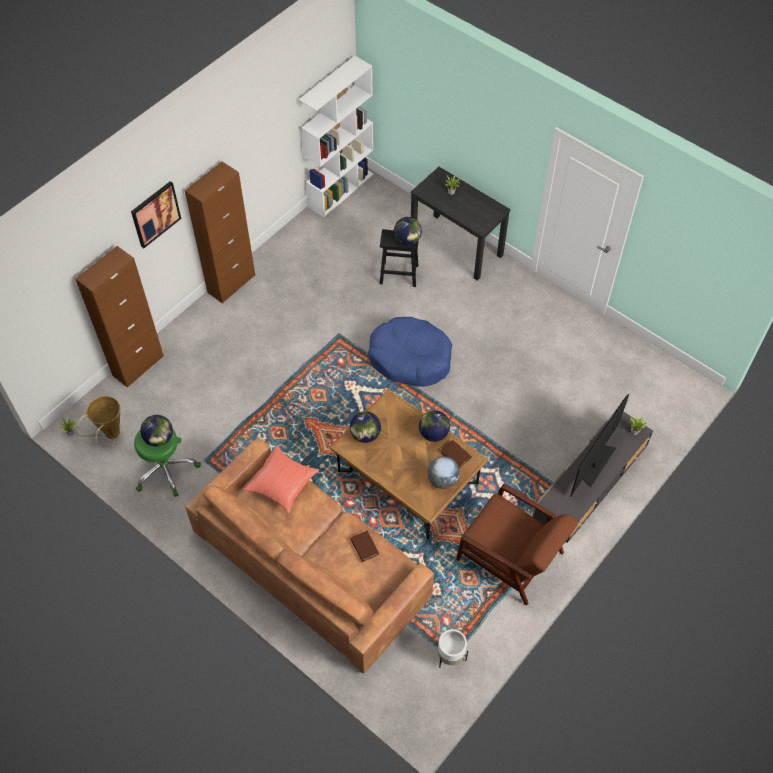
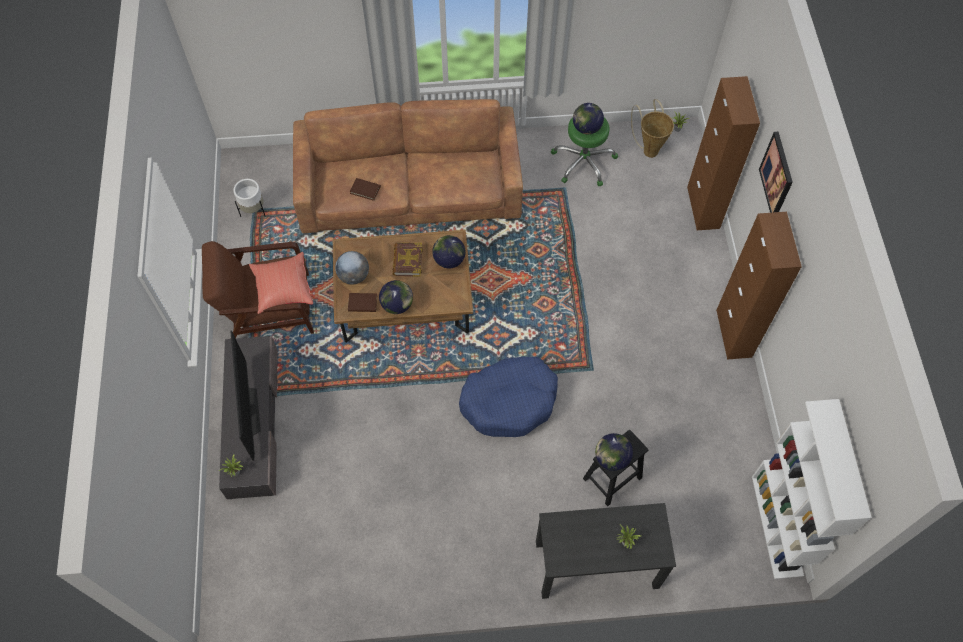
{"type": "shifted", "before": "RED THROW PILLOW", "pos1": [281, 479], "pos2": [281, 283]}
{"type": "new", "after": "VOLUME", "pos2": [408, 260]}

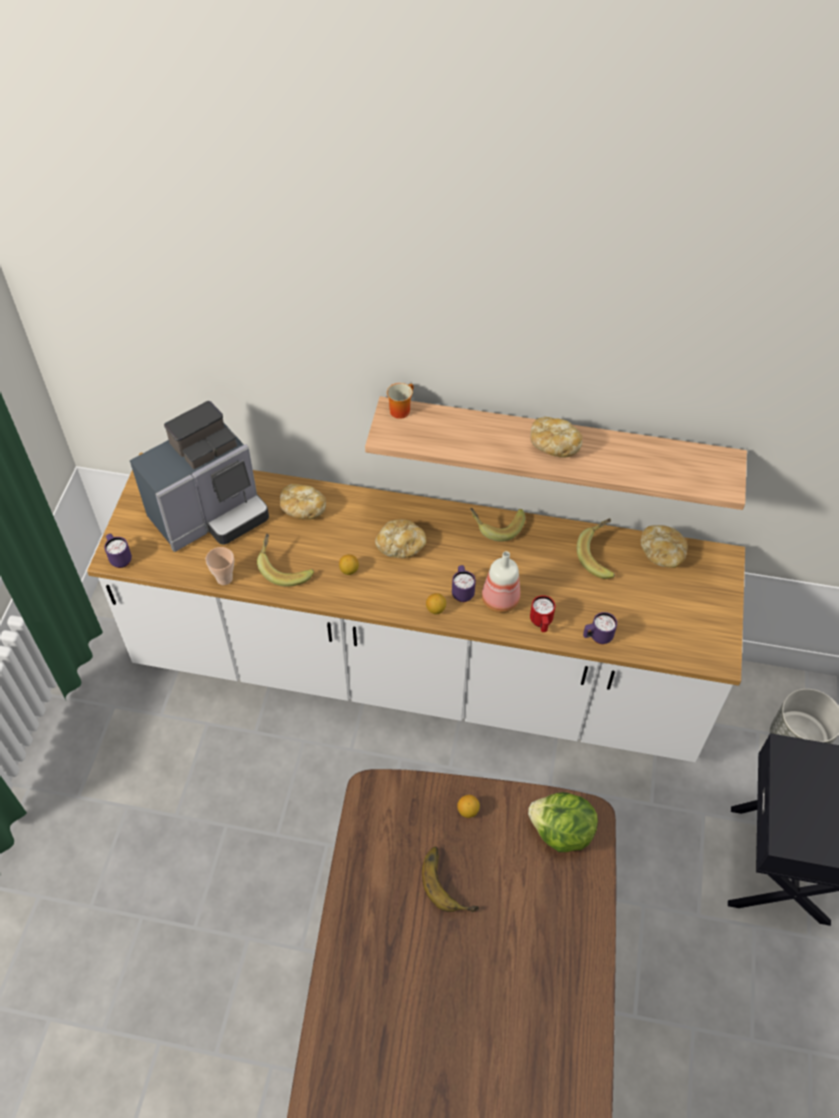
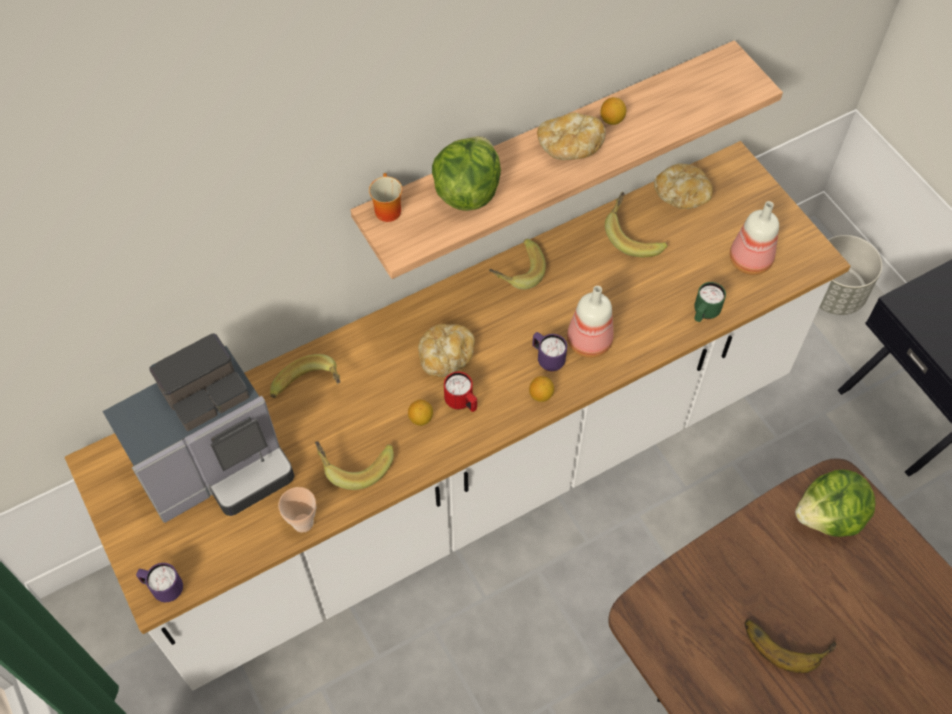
{"type": "rotated", "before": "COFFEE MAKER", "pos1": [199, 476], "pos2": [198, 428], "turn": 45}
{"type": "swapped", "before": "BAKED BREAD", "after": "BANANA", "pos1": [303, 502], "pos2": [305, 376]}
{"type": "new", "after": "LETTUCE HEAD", "pos2": [466, 173]}
{"type": "shifted", "before": "RED TEA MUG", "pos1": [542, 613], "pos2": [460, 392]}
{"type": "shifted", "before": "LEMON", "pos1": [468, 806], "pos2": [613, 111]}
{"type": "repainted", "before": "PURPLE TEA MUG", "after": "GREEN TEA MUG", "pos1": [600, 628], "pos2": [710, 302]}
{"type": "new", "after": "DRINK BOTTLE", "pos2": [754, 238]}

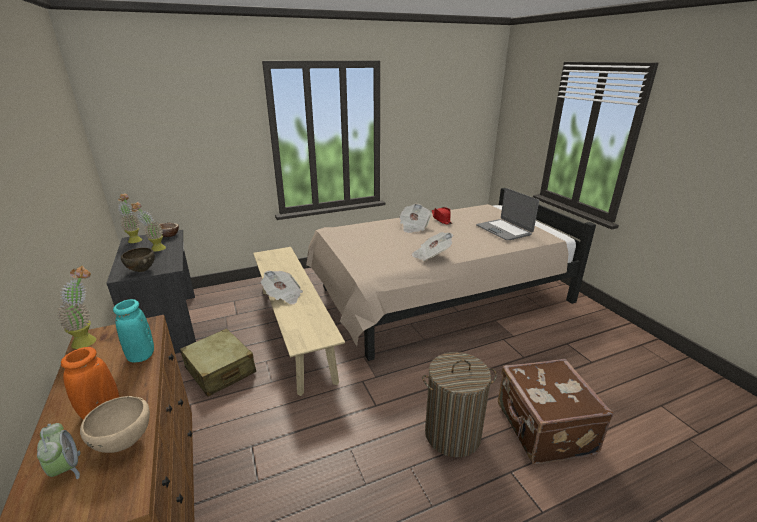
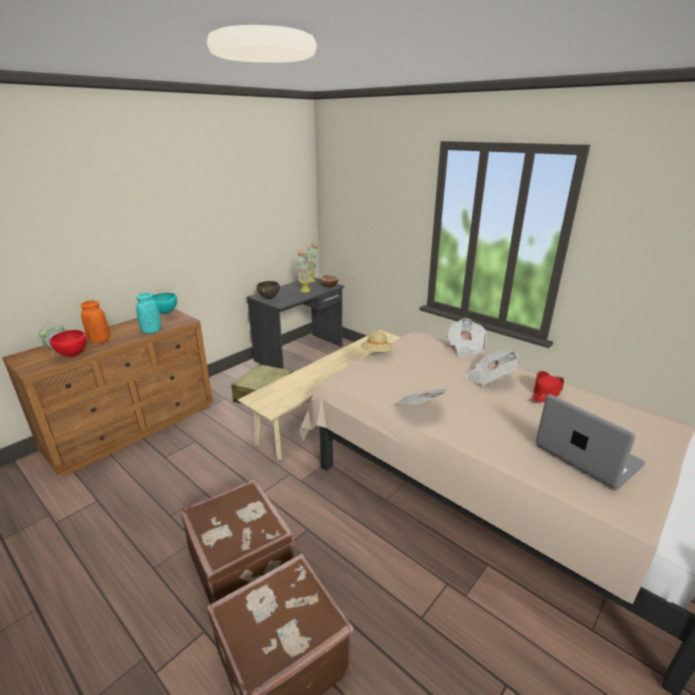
{"type": "repainted", "before": "BEIGE SERVING BOWL", "after": "RED SERVING BOWL", "pos1": [115, 424], "pos2": [68, 343]}
{"type": "swapped", "before": "HOUSEPLANT", "after": "BLUE-GREEN SERVING BOWL", "pos1": [76, 307], "pos2": [165, 303]}
{"type": "swapped", "before": "LAUNDRY BASKET", "after": "BROWN-COLOURED SUITCASE", "pos1": [459, 404], "pos2": [237, 541]}
{"type": "new", "after": "BEIGE WEARABLE HAT", "pos2": [377, 341]}
{"type": "shifted", "before": "DAILY PAPER", "pos1": [282, 288], "pos2": [467, 337]}
{"type": "rotated", "before": "LAPTOP", "pos1": [507, 214], "pos2": [590, 442], "turn": 105}

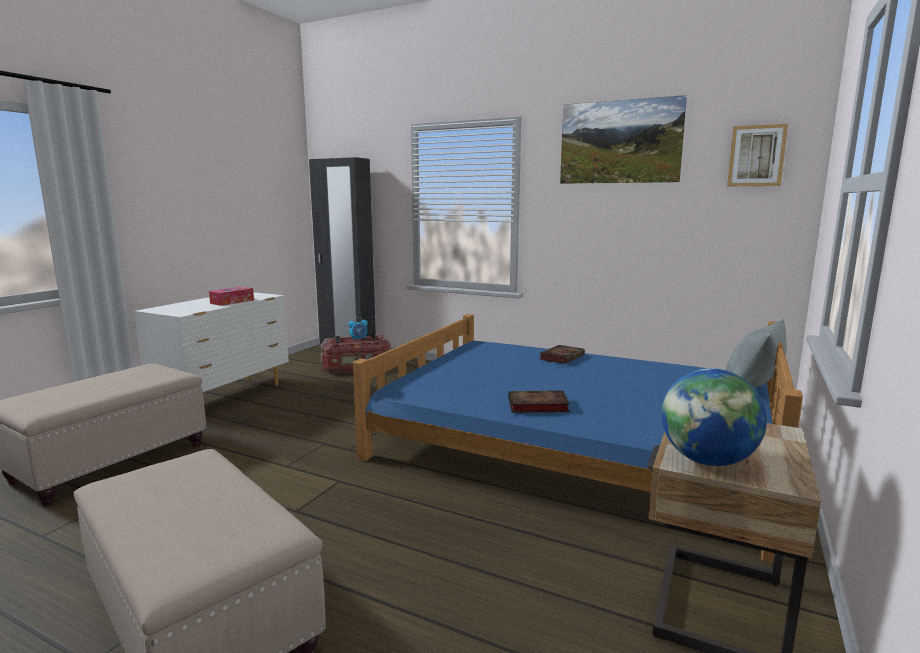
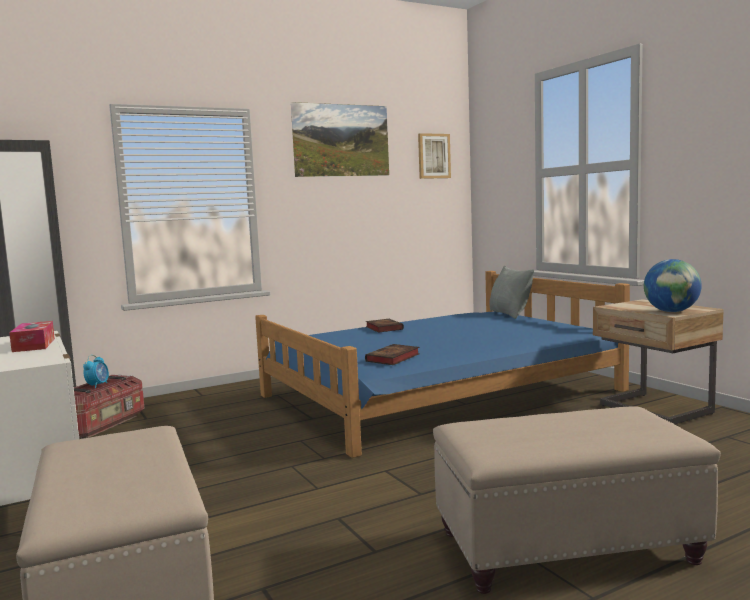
{"type": "shifted", "before": "VOLUME", "pos1": [539, 401], "pos2": [392, 354]}

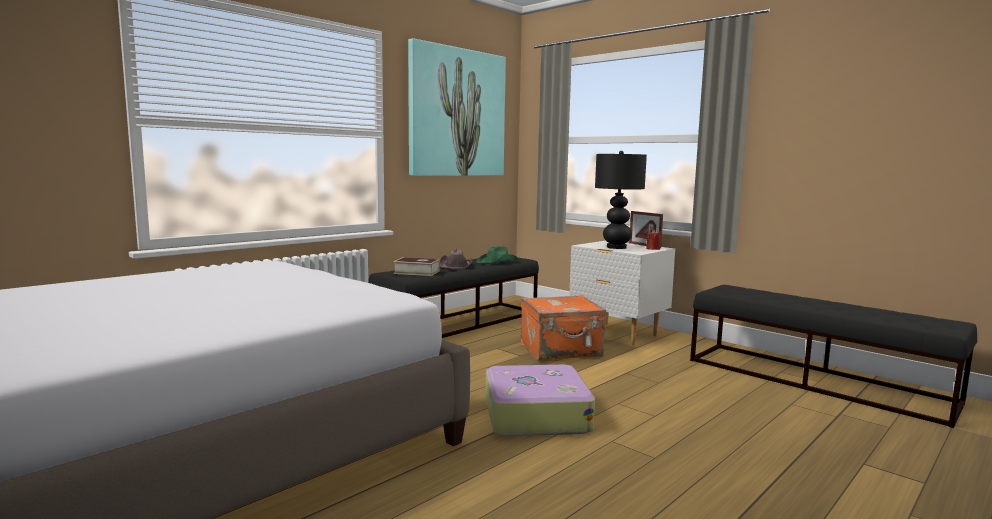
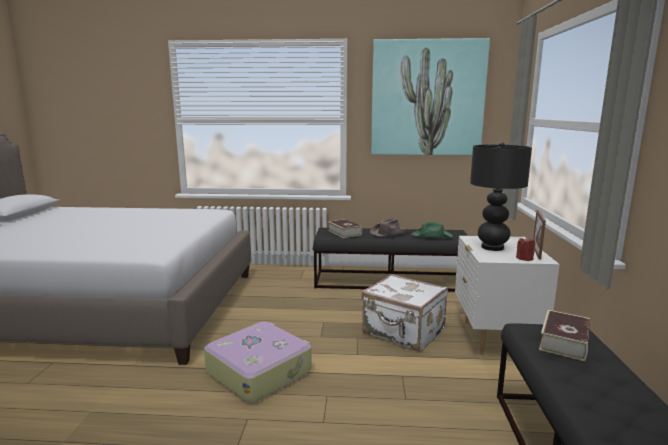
{"type": "repainted", "before": "ORANGE-COLOURED SUITCASE", "after": "WHITE-COLOURED SUITCASE", "pos1": [563, 328], "pos2": [404, 313]}
{"type": "new", "after": "VOLUME", "pos2": [564, 335]}

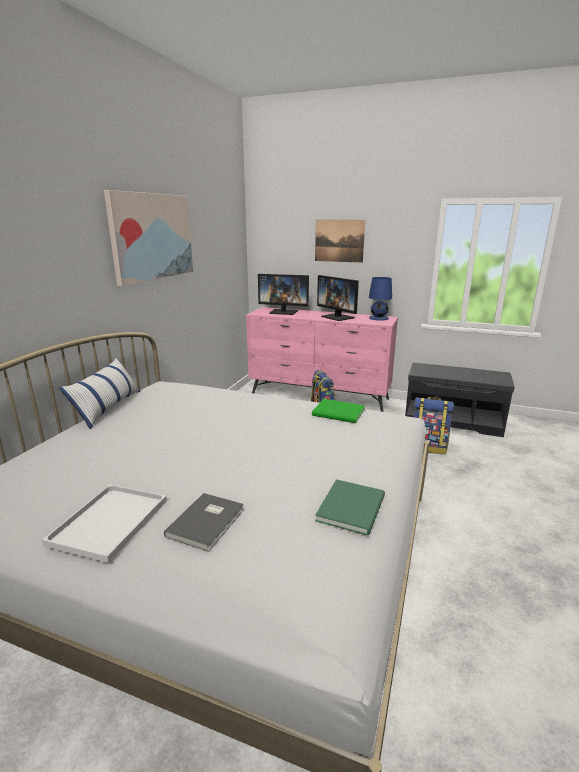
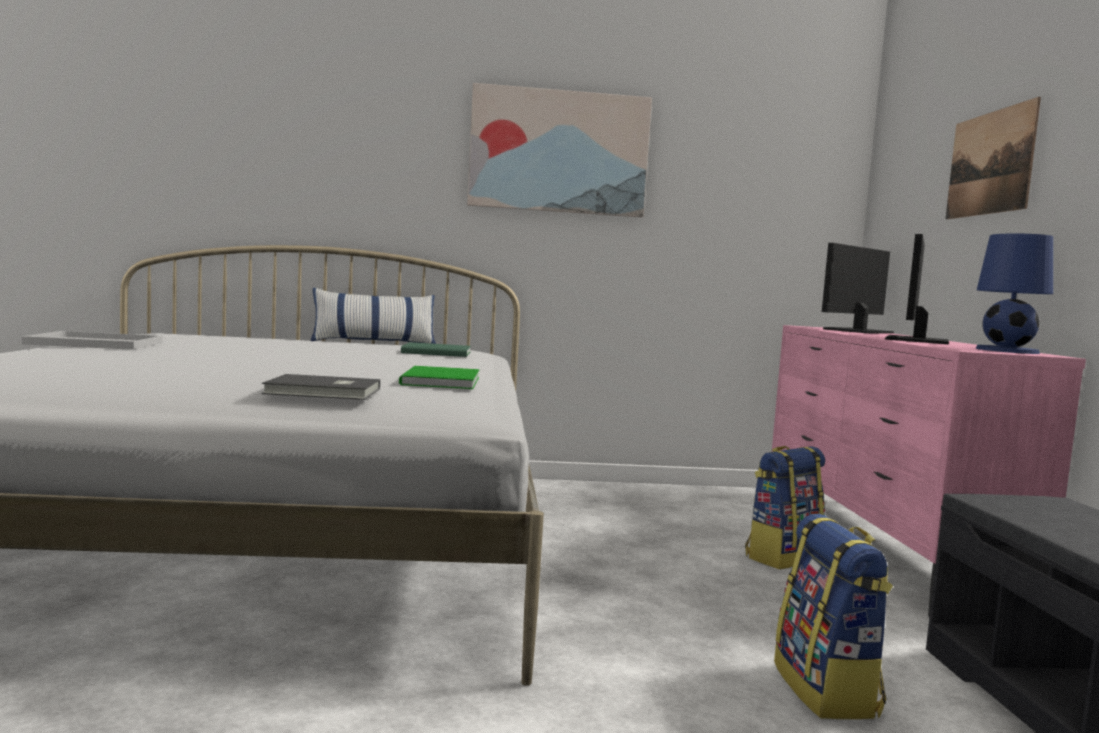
{"type": "shifted", "before": "GREYISH VOLUME", "pos1": [204, 522], "pos2": [321, 387]}
{"type": "shifted", "before": "GREEN VOLUME", "pos1": [350, 507], "pos2": [436, 349]}
{"type": "rotated", "before": "COMPUTER DISPLAY", "pos1": [283, 294], "pos2": [858, 288], "turn": 60}

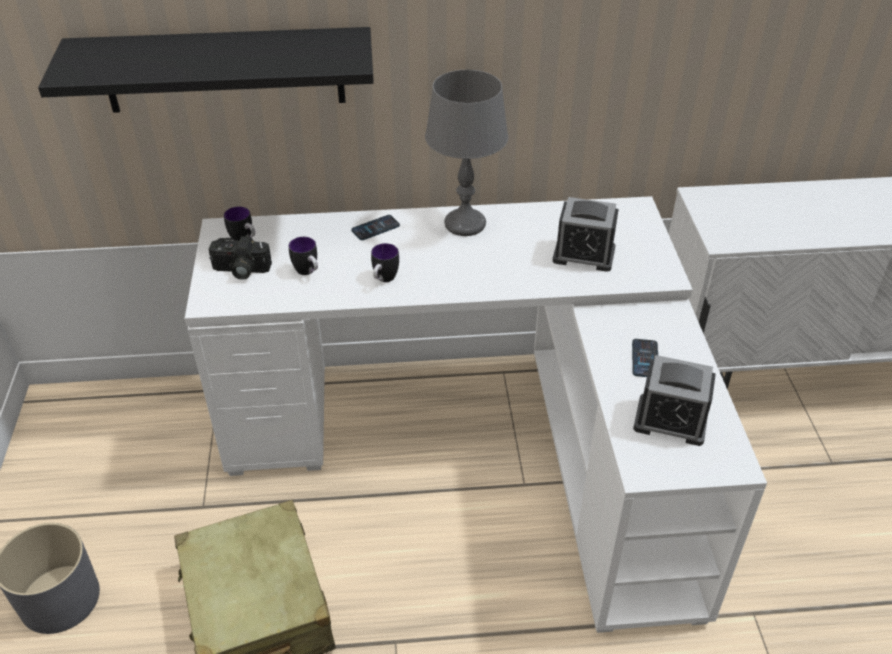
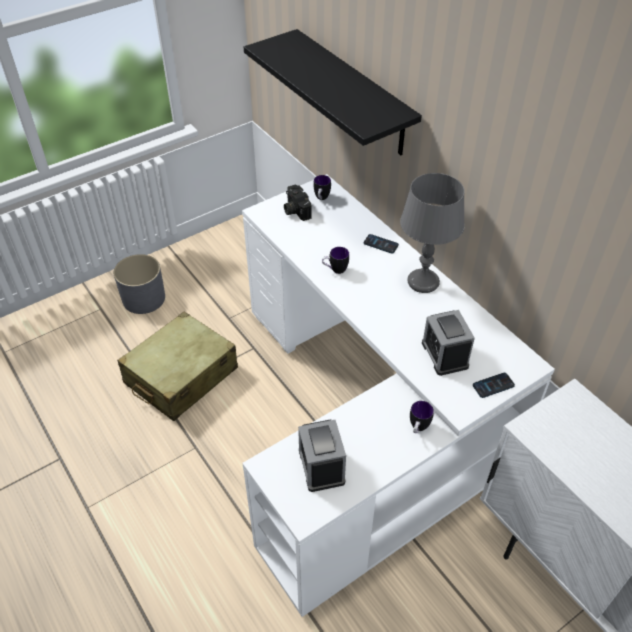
{"type": "shifted", "before": "TEA MUG", "pos1": [303, 256], "pos2": [422, 417]}
{"type": "shifted", "before": "HANDSET", "pos1": [645, 358], "pos2": [494, 385]}

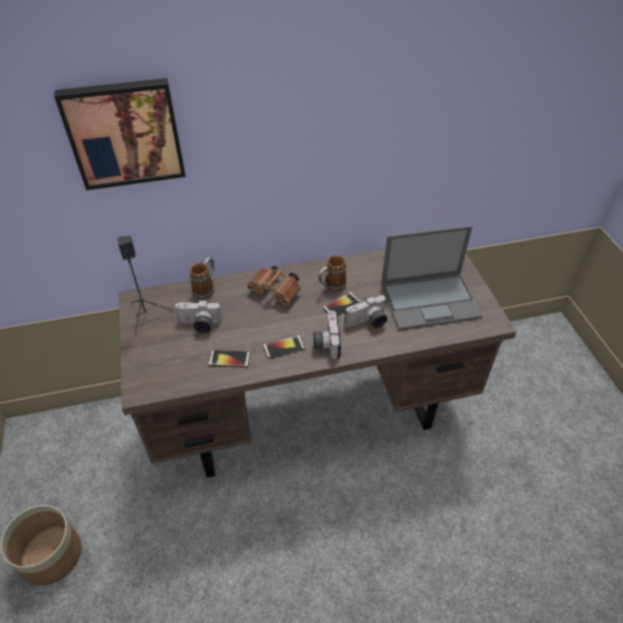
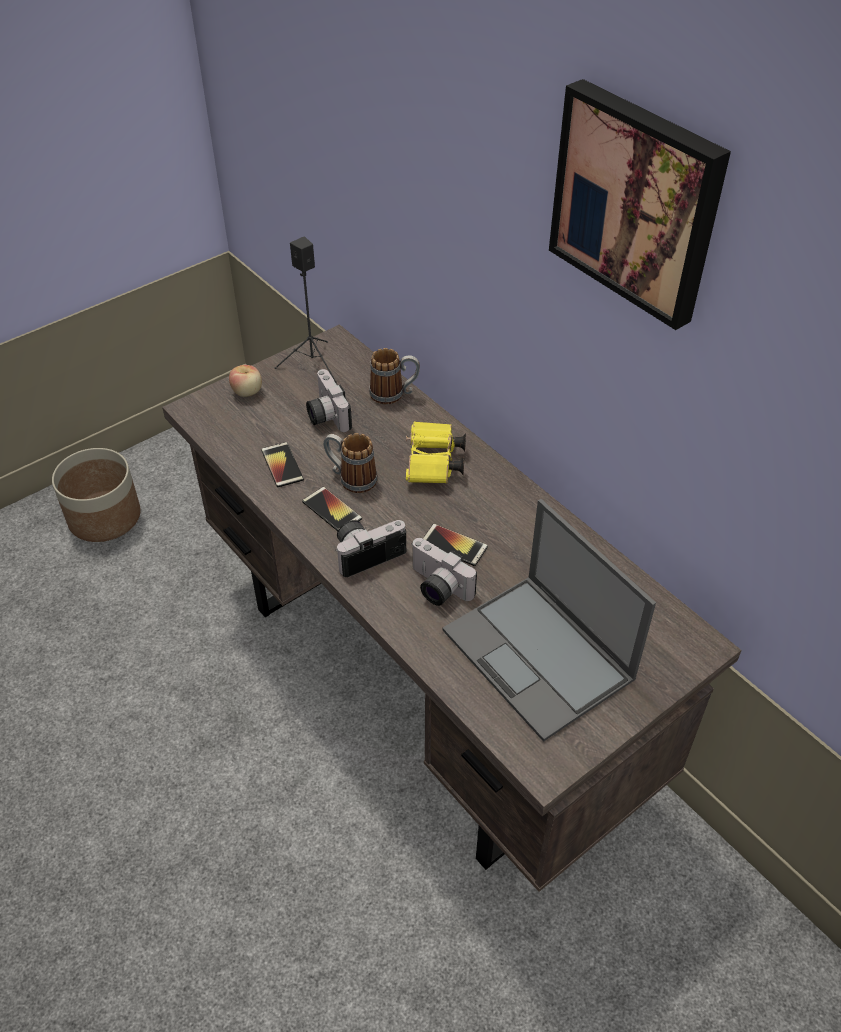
{"type": "new", "after": "APPLE FRUIT", "pos2": [245, 381]}
{"type": "shifted", "before": "TEA MUG", "pos1": [332, 273], "pos2": [350, 463]}
{"type": "repainted", "before": "BROWN-COLOURED PAIR OF BINOCULARS", "after": "YELLOW PAIR OF BINOCULARS", "pos1": [274, 285], "pos2": [436, 452]}
{"type": "shifted", "before": "WALL ART", "pos1": [120, 134], "pos2": [640, 204]}

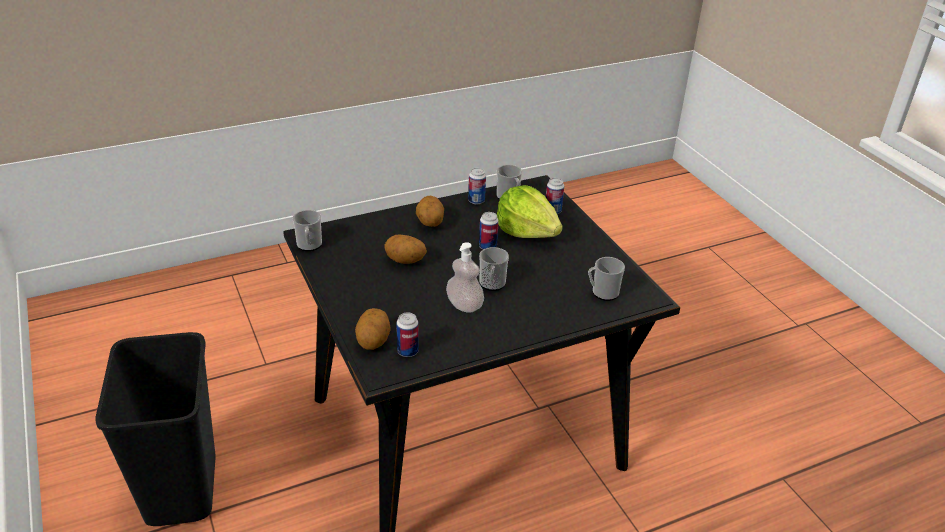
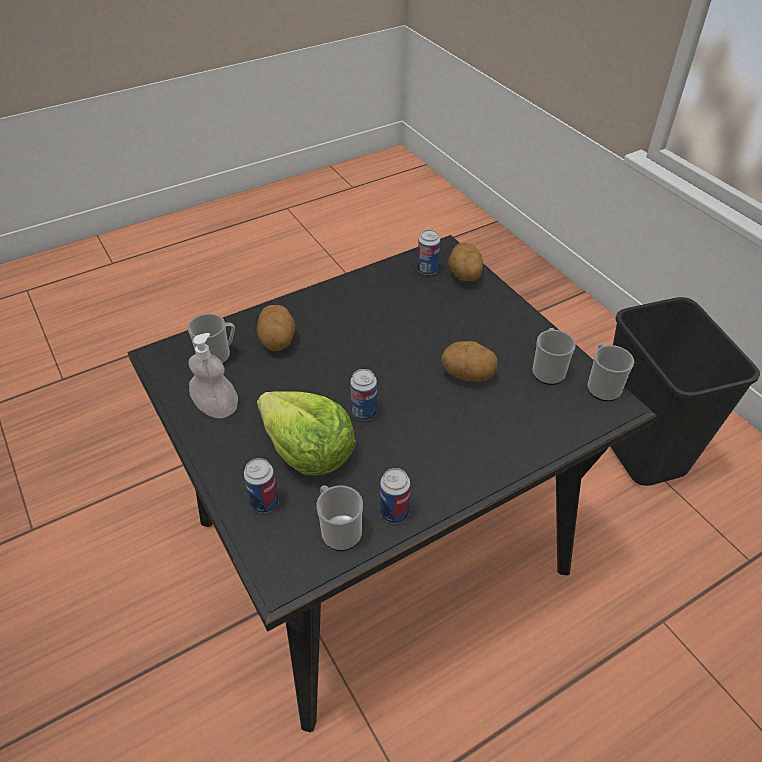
{"type": "shifted", "before": "LIQUID SOAP BOTTLE", "pos1": [465, 277], "pos2": [213, 375]}
{"type": "shifted", "before": "WHOLE POTATO", "pos1": [430, 211], "pos2": [276, 328]}
{"type": "shifted", "before": "TEA MUG", "pos1": [494, 269], "pos2": [554, 356]}

